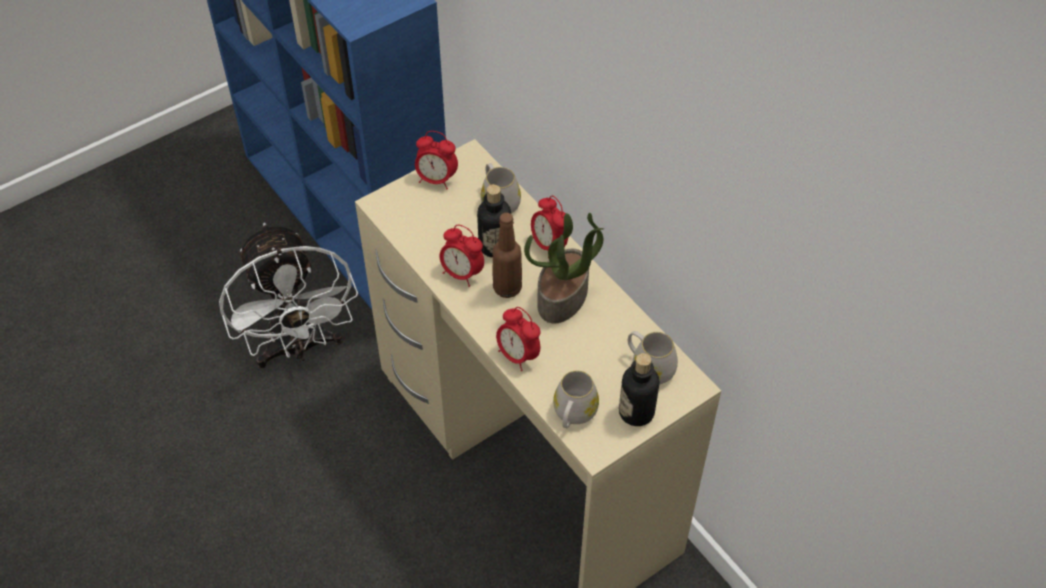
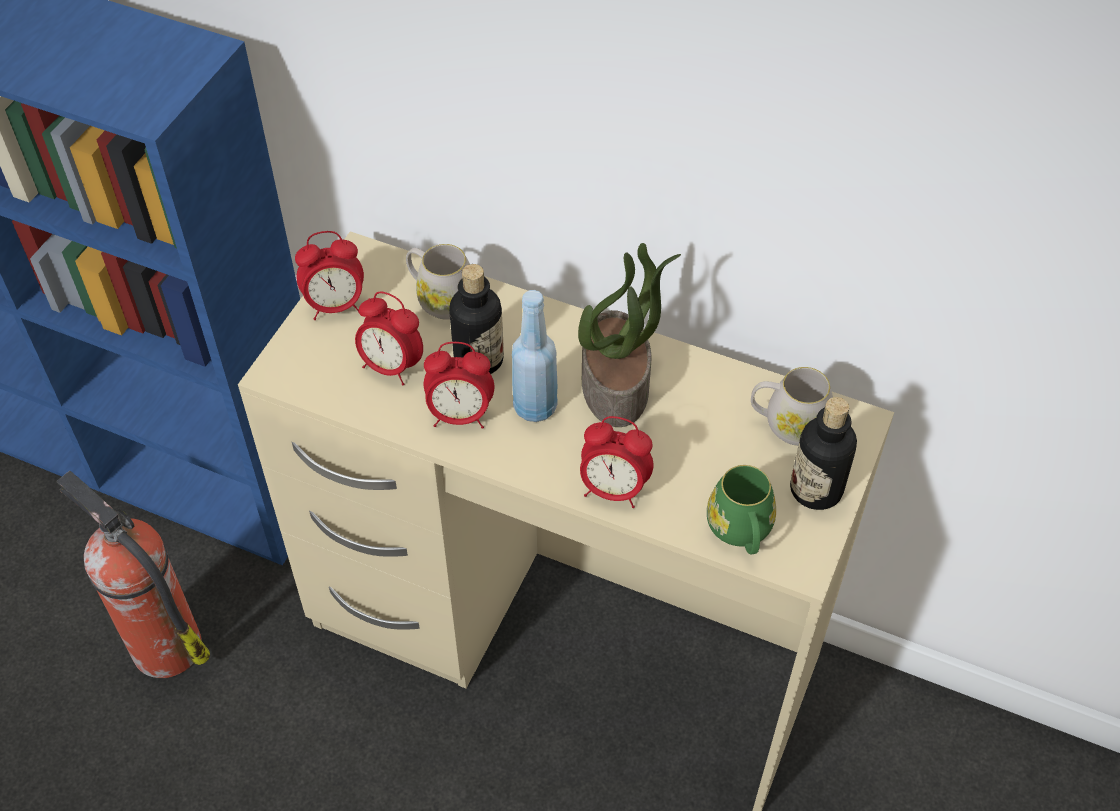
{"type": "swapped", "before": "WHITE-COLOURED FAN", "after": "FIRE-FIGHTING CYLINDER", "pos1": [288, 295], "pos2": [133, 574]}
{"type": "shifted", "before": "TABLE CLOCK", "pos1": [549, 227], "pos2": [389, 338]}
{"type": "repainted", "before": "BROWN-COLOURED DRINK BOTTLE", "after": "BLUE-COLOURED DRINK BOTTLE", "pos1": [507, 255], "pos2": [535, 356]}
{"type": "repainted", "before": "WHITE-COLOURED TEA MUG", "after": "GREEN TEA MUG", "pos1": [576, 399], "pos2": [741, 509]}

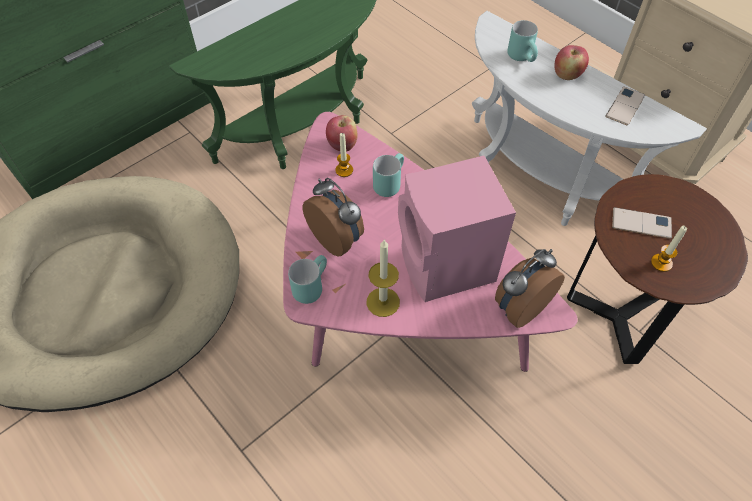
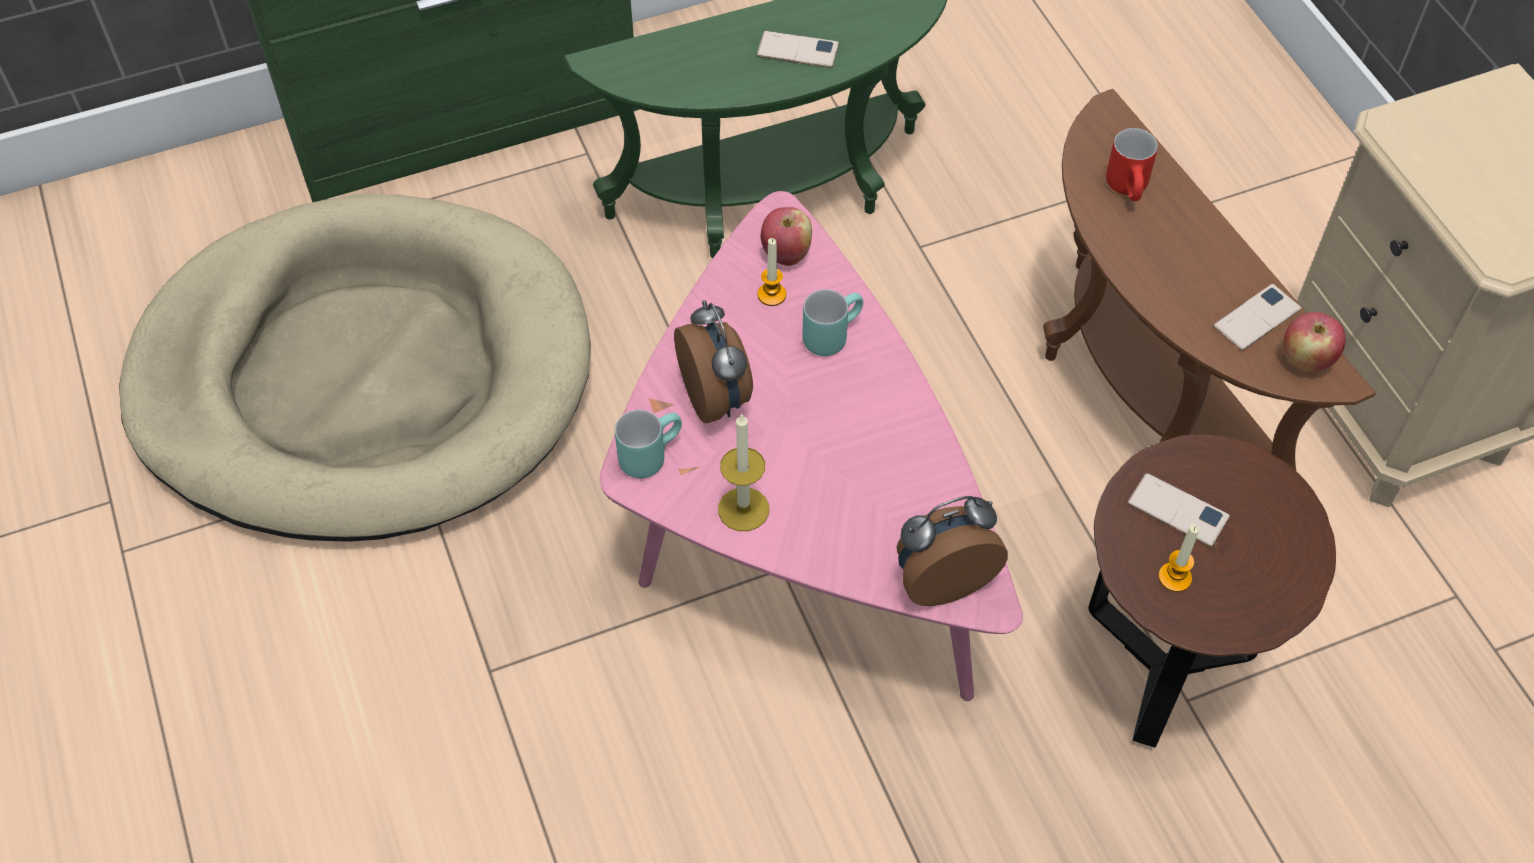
{"type": "new", "after": "HANDSET", "pos2": [798, 49]}
{"type": "repainted", "before": "WHITE-COLOURED ACCENT TABLE", "after": "BROWN-COLOURED ACCENT TABLE", "pos1": [589, 118], "pos2": [1209, 279]}
{"type": "repainted", "before": "BLUE-GREEN TEA MUG", "after": "RED TEA MUG", "pos1": [522, 41], "pos2": [1132, 164]}
{"type": "shifted", "before": "APPLE FRUIT", "pos1": [571, 62], "pos2": [1314, 342]}
{"type": "gone", "before": "PINK SPEAKER", "pos1": [457, 229]}

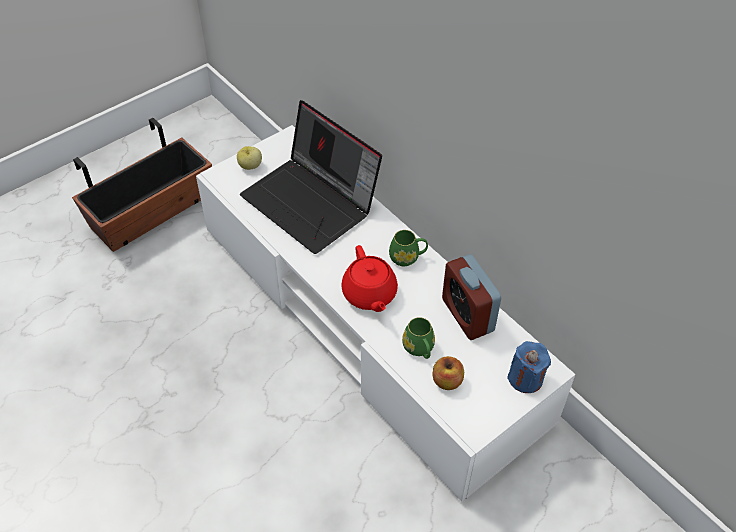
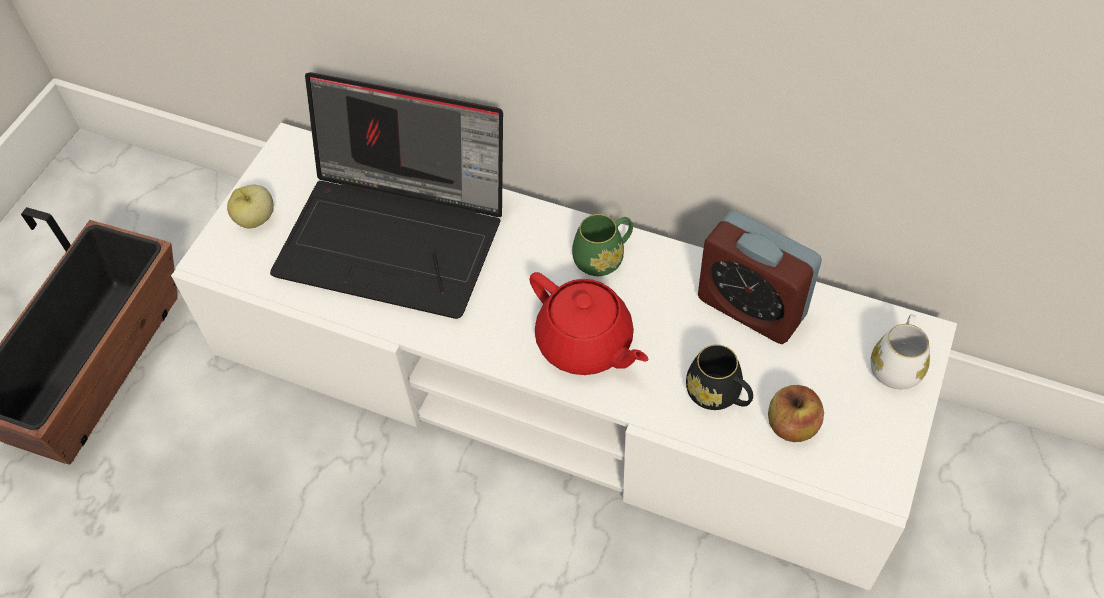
{"type": "repainted", "before": "GREEN TEA MUG", "after": "BLACK TEA MUG", "pos1": [418, 338], "pos2": [719, 377]}
{"type": "swapped", "before": "BLUE-COLOURED CANDLE", "after": "WHITE-COLOURED TEA MUG", "pos1": [529, 367], "pos2": [900, 351]}

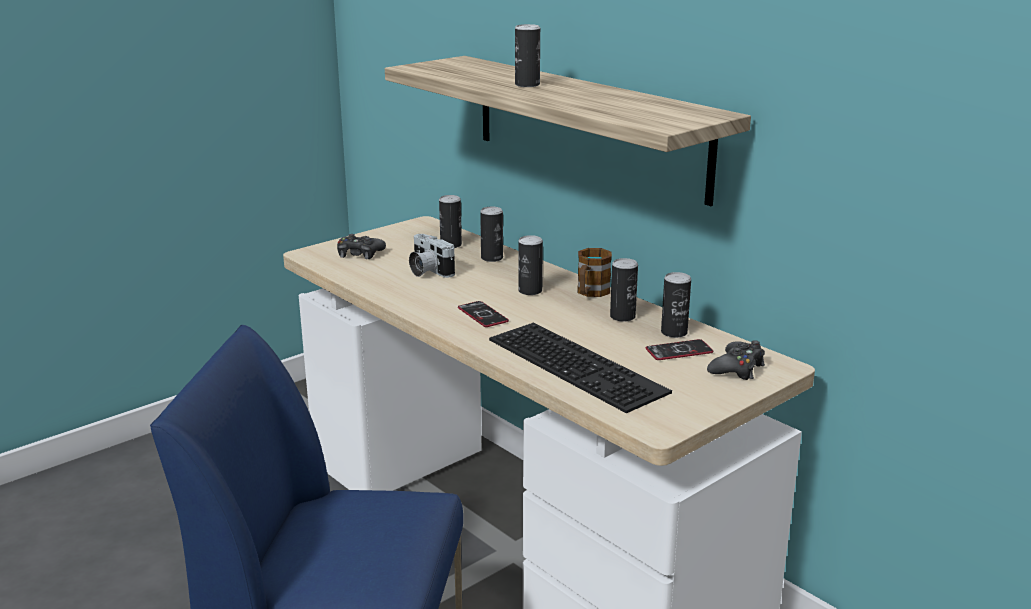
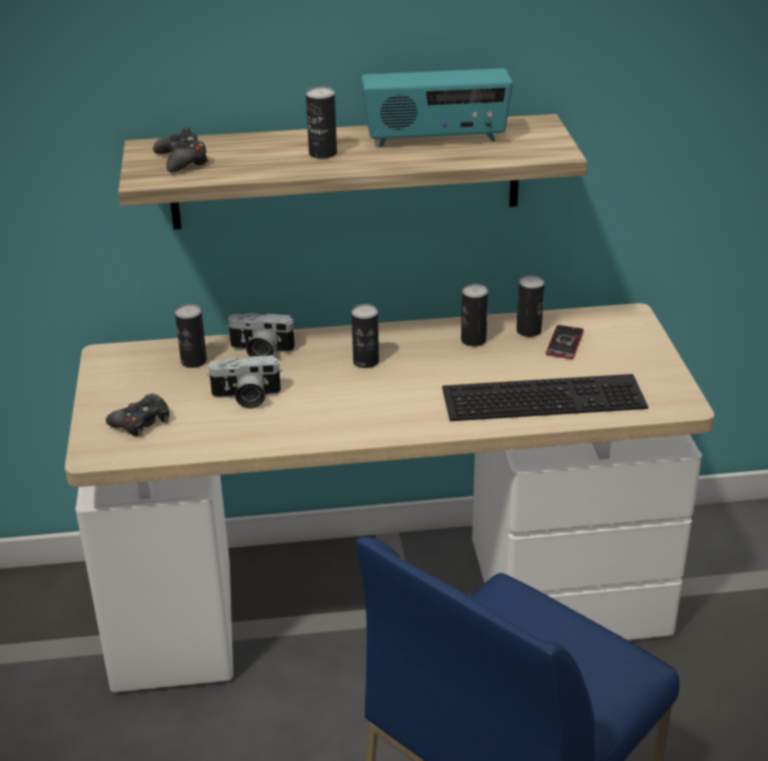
{"type": "shifted", "before": "BLACK GAME CONTROLLER", "pos1": [736, 360], "pos2": [181, 150]}
{"type": "swapped", "before": "METAL CAN", "after": "PHOTO CAMERA", "pos1": [491, 234], "pos2": [261, 334]}
{"type": "new", "after": "RADIO RECEIVER", "pos2": [437, 107]}
{"type": "gone", "before": "HANDSET", "pos1": [483, 314]}
{"type": "gone", "before": "TEA MUG", "pos1": [594, 272]}

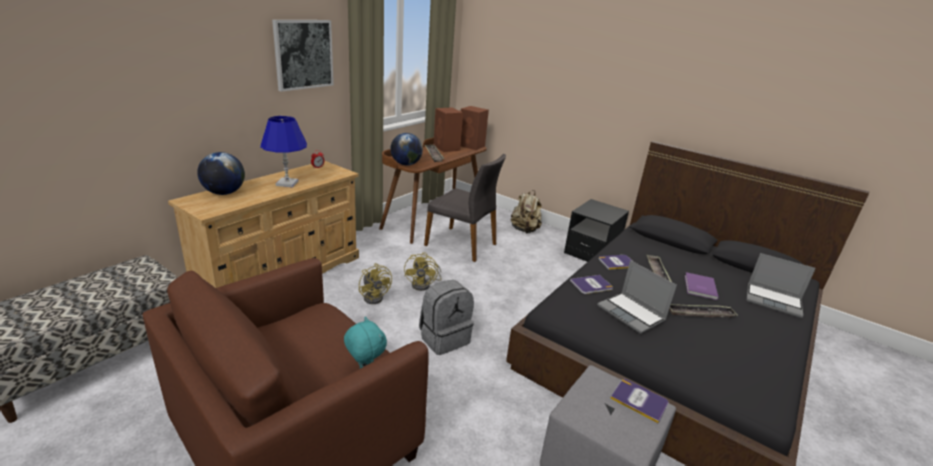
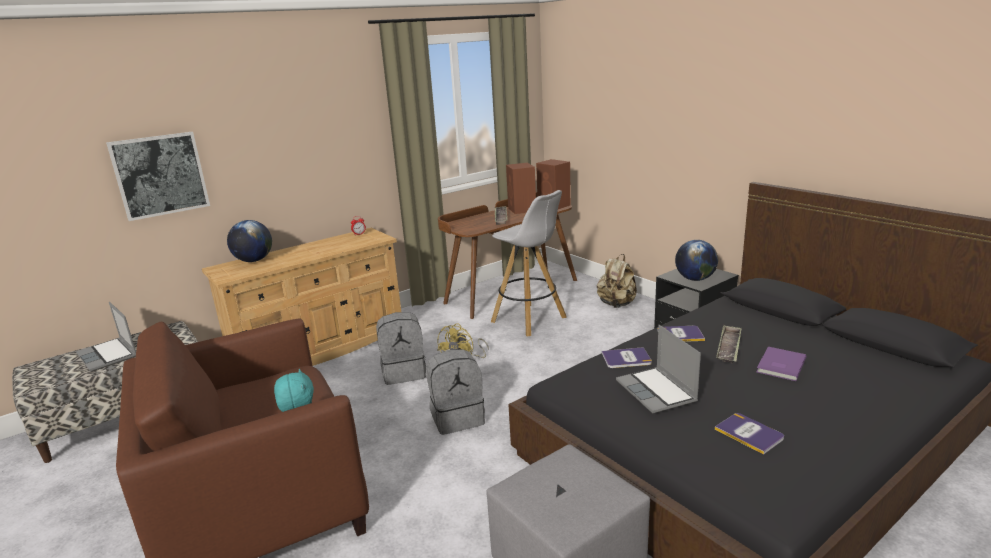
{"type": "shifted", "before": "LAPTOP", "pos1": [781, 285], "pos2": [106, 337]}
{"type": "shifted", "before": "WALL ART", "pos1": [303, 56], "pos2": [158, 176]}
{"type": "swapped", "before": "YELLOW FAN", "after": "GREYISH BACKPACK", "pos1": [375, 283], "pos2": [401, 348]}
{"type": "swapped", "before": "GREYISH CHAIR", "after": "WHITE-COLOURED STOOL", "pos1": [465, 208], "pos2": [529, 263]}
{"type": "shifted", "before": "DESK GLOBE", "pos1": [406, 149], "pos2": [696, 260]}
{"type": "shifted", "before": "VOLUME", "pos1": [639, 401], "pos2": [749, 433]}
{"type": "gone", "before": "BLUE-COLOURED TABLE LAMP", "pos1": [283, 151]}
{"type": "gone", "before": "SERVING TRAY", "pos1": [703, 310]}

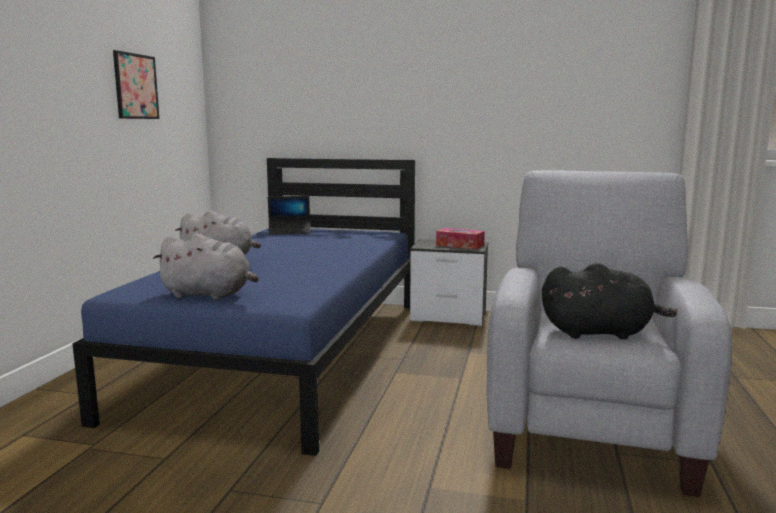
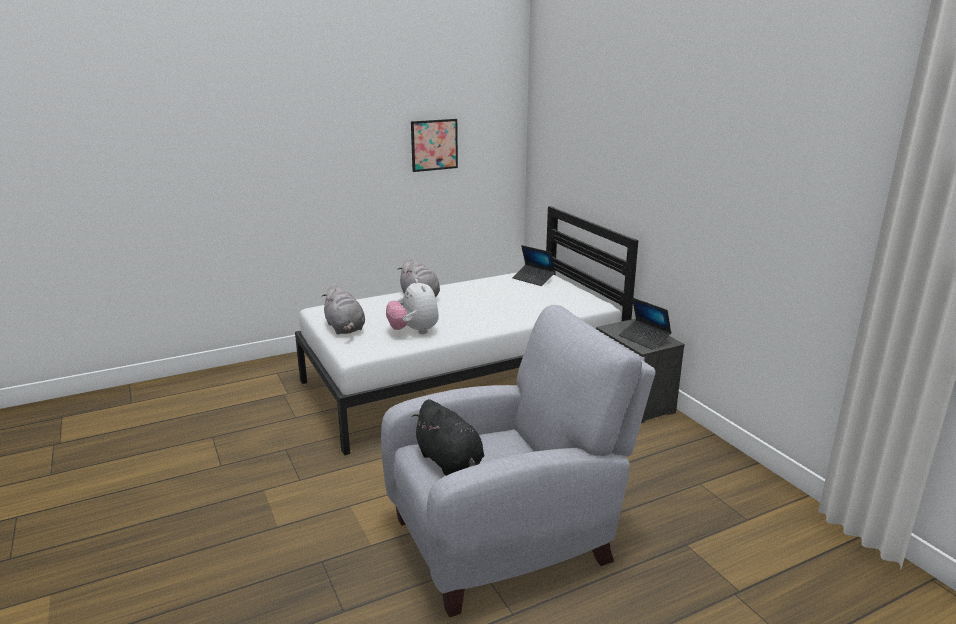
{"type": "repainted", "before": "BLUE-COLOURED BED", "after": "WHITE-COLOURED BED", "pos1": [243, 307], "pos2": [466, 331]}
{"type": "new", "after": "SOFT TOY", "pos2": [412, 306]}
{"type": "swapped", "before": "TISSUE HOLDER", "after": "LAPTOP", "pos1": [460, 238], "pos2": [645, 324]}

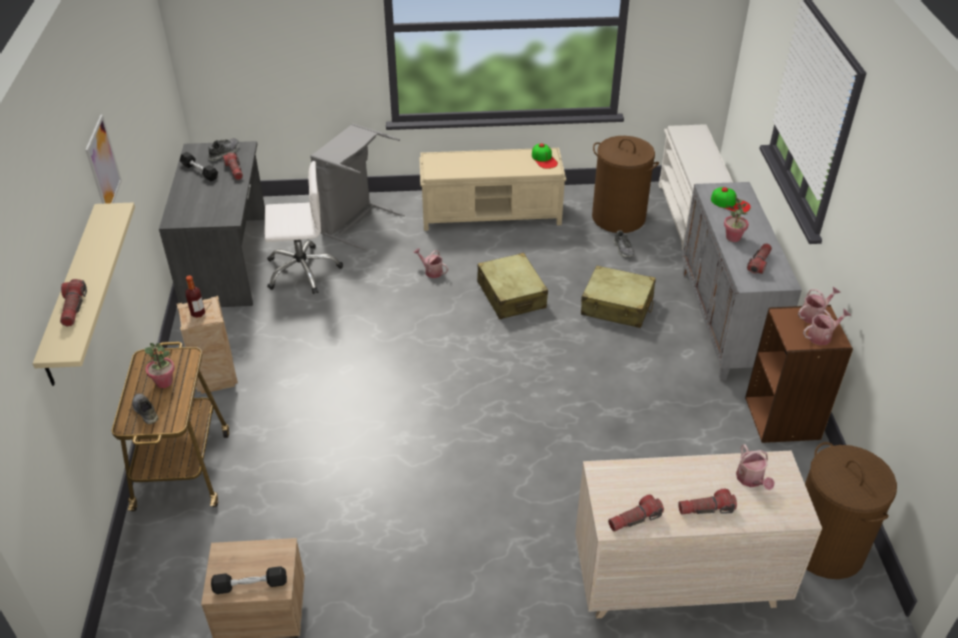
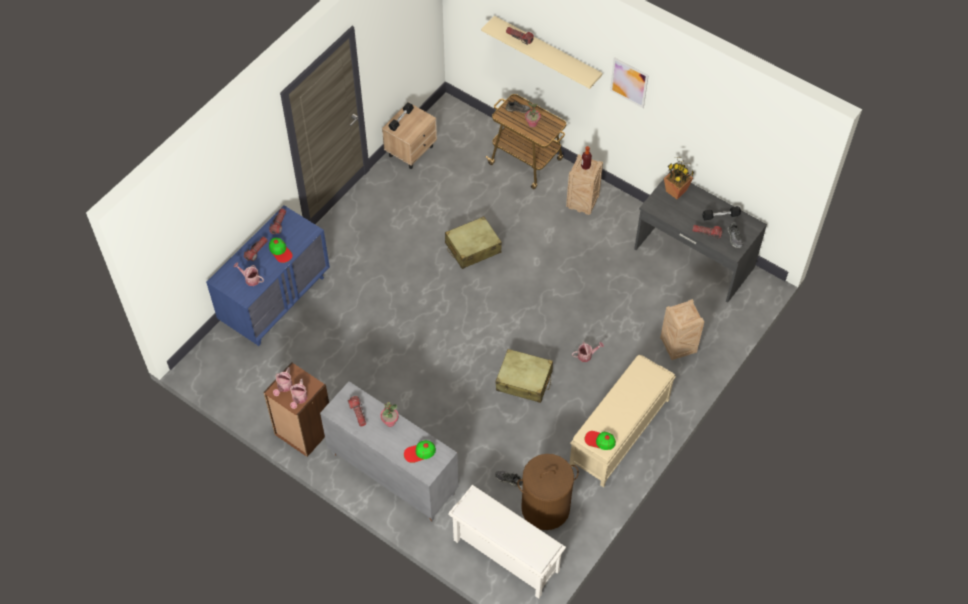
{"type": "repainted", "before": "BEIGE CHEST OF DRAWERS", "after": "BLUE-COLOURED CHEST OF DRAWERS", "pos1": [698, 534], "pos2": [268, 275]}
{"type": "new", "after": "PEAKED CAP", "pos2": [281, 250]}
{"type": "shifted", "before": "BEIGE SUITCASE", "pos1": [618, 296], "pos2": [473, 242]}
{"type": "swapped", "before": "GREYISH LAUNDRY BASKET", "after": "CRATE", "pos1": [357, 187], "pos2": [682, 329]}
{"type": "new", "after": "HOUSEPLANT", "pos2": [679, 178]}
{"type": "gone", "before": "WHITE-COLOURED COMPUTER CHAIR", "pos1": [304, 227]}
{"type": "gone", "before": "BROWN-COLOURED LAUNDRY BASKET", "pos1": [851, 510]}

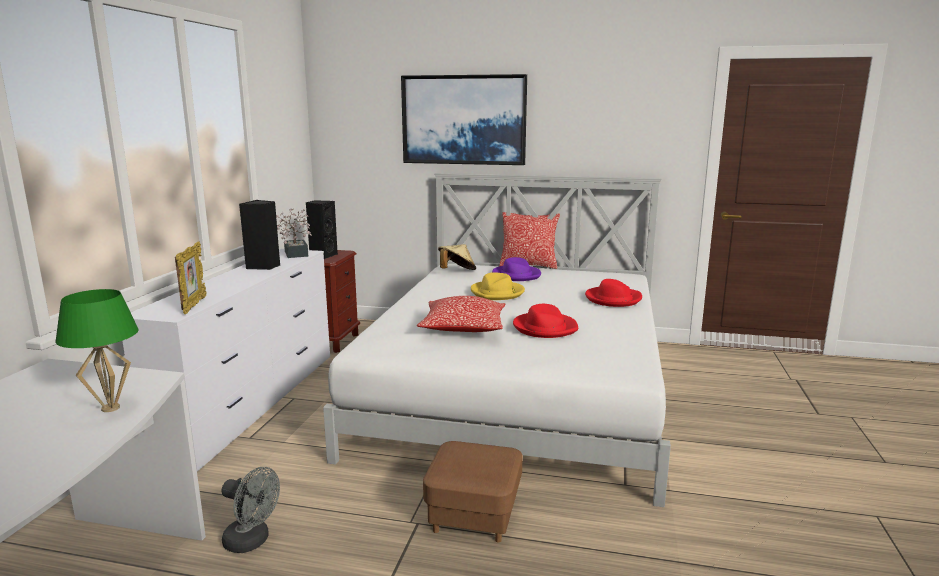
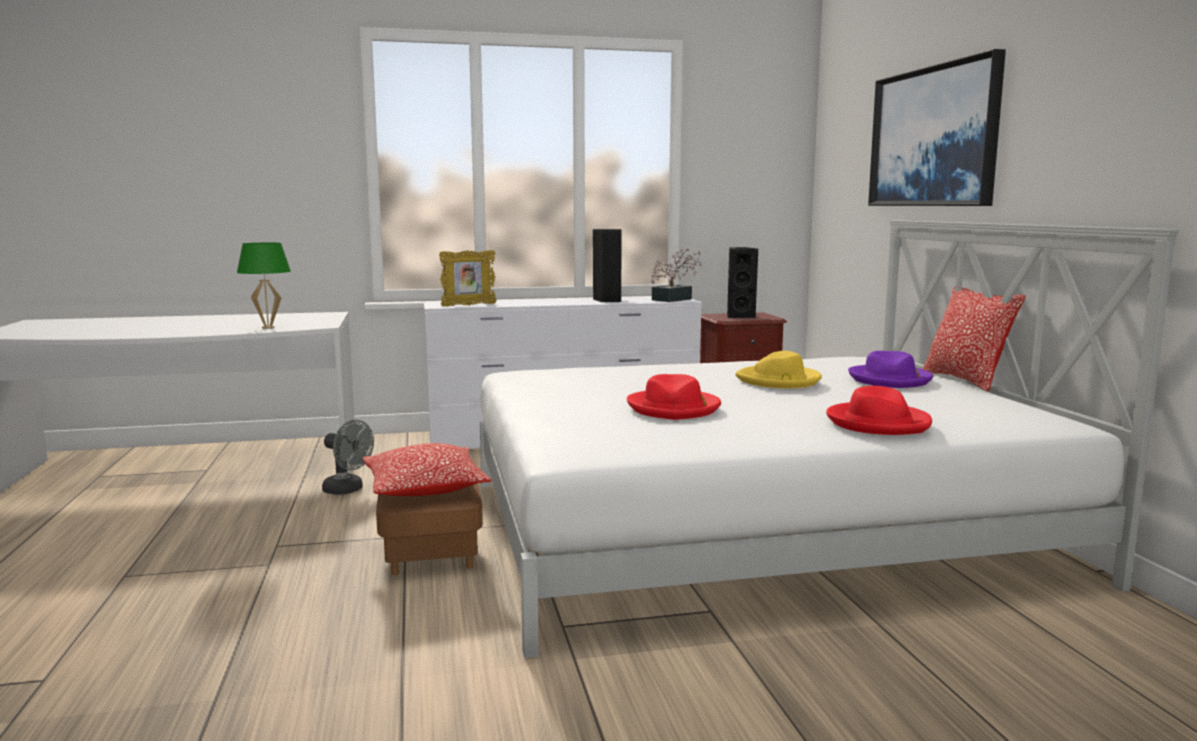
{"type": "rotated", "before": "GREYISH FAN", "pos1": [251, 510], "pos2": [348, 457], "turn": -60}
{"type": "shifted", "before": "THROW PILLOW", "pos1": [461, 314], "pos2": [427, 469]}
{"type": "gone", "before": "BEIGE WEARABLE HAT", "pos1": [457, 257]}

